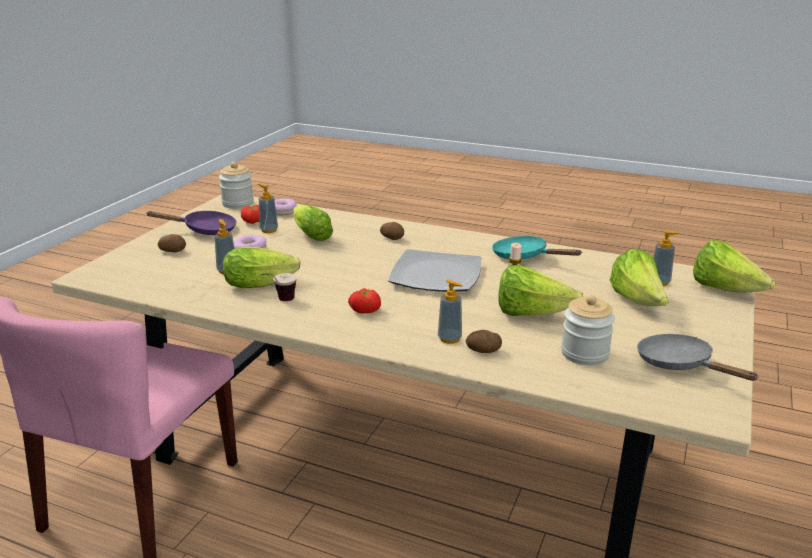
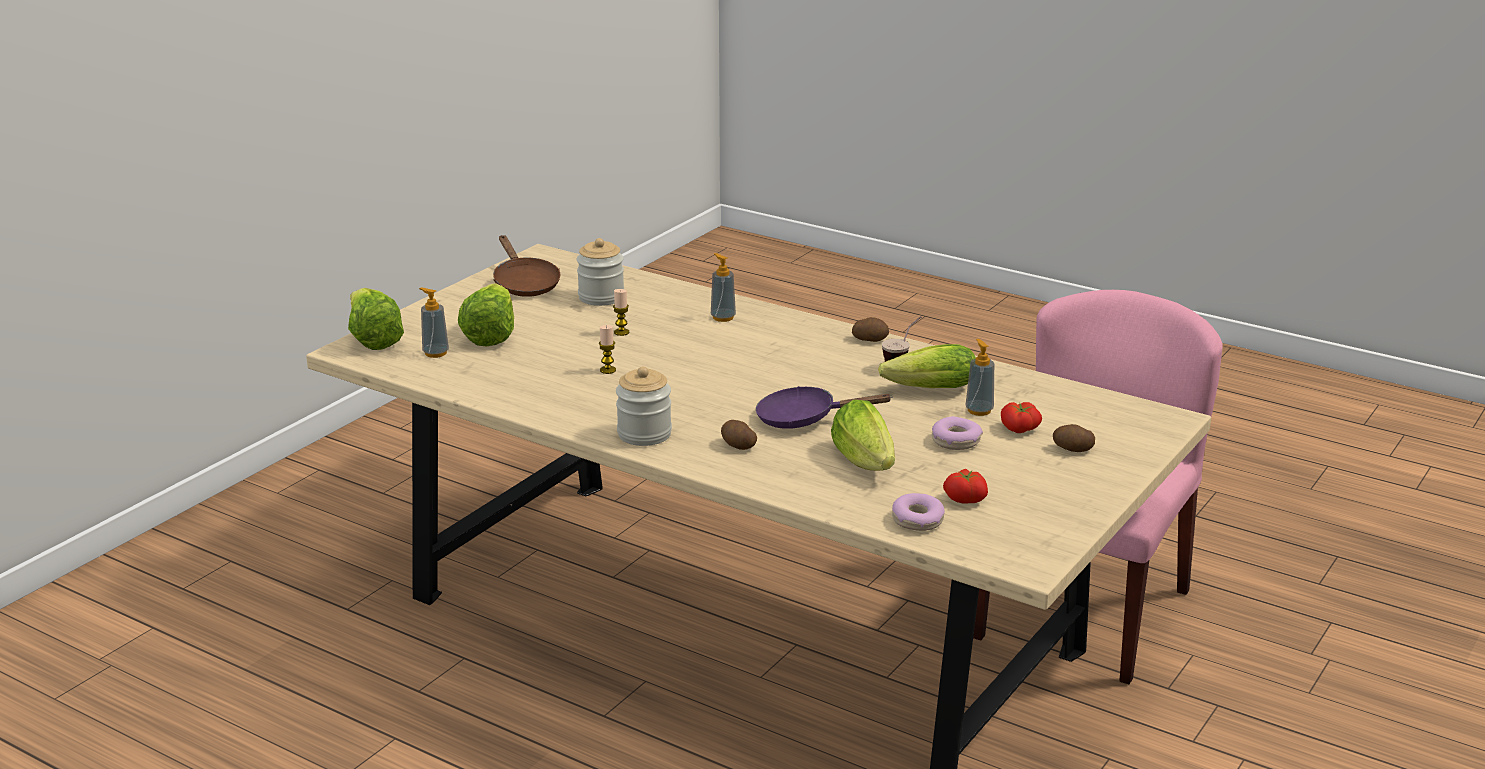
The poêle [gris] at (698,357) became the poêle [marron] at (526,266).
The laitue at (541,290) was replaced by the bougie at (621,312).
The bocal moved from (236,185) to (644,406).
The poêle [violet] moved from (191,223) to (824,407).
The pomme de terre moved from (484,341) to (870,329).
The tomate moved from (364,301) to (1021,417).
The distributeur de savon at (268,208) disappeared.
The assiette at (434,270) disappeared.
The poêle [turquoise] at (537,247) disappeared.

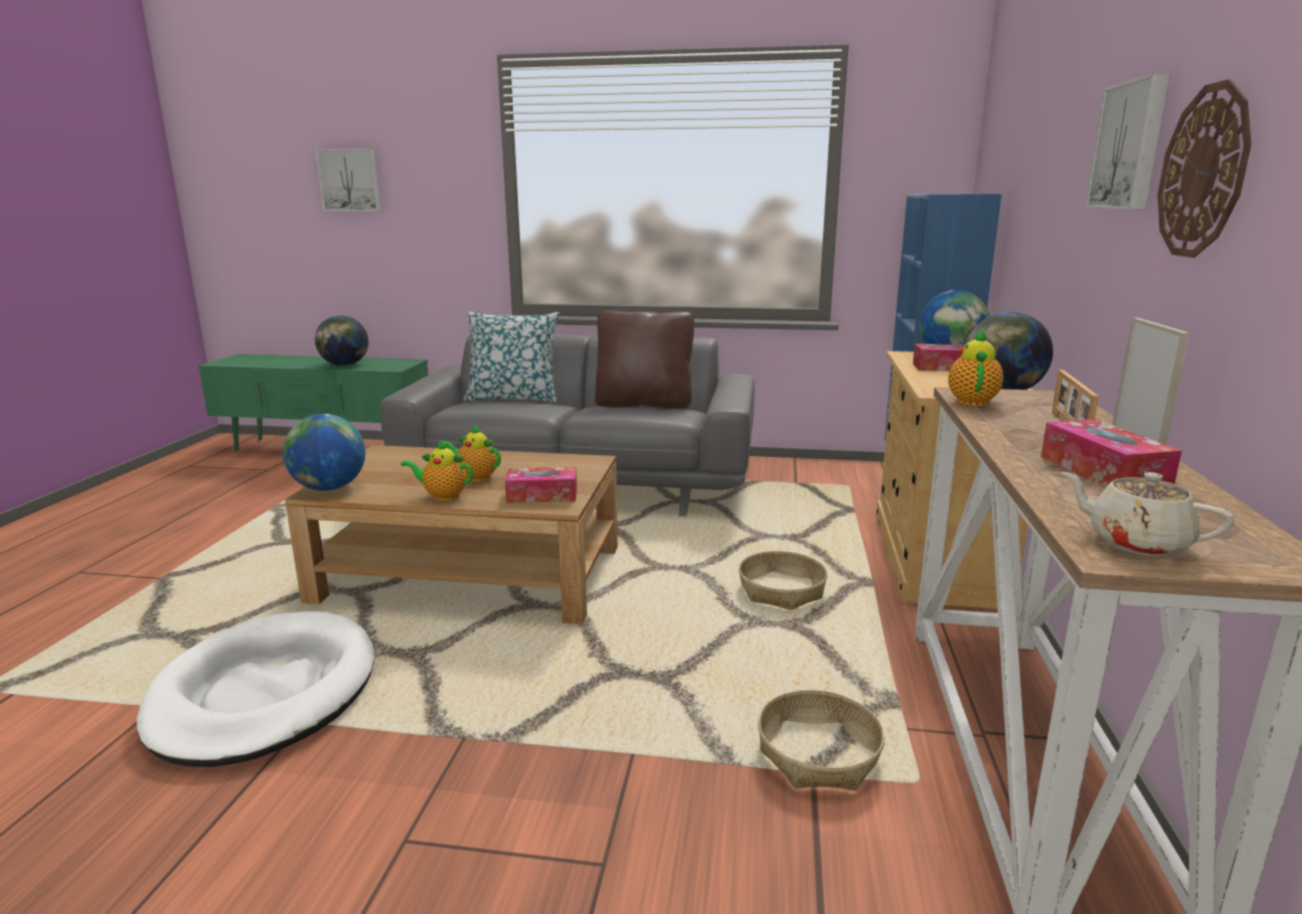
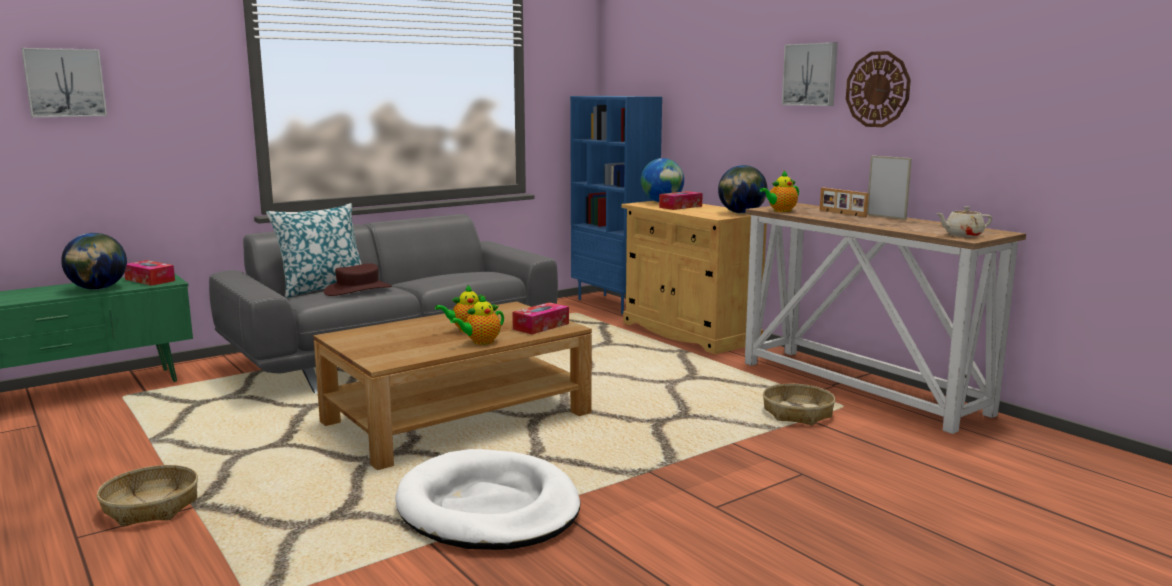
The panier moved from (783,580) to (147,496).
The boîte à mouchoirs moved from (1111,453) to (149,273).
The chapeau [marron] at (358,279) appeared.
The théière at (976,367) turned 90 degrees counterclockwise.
The globe at (324,452) disappeared.
The coussin [marron] at (644,359) disappeared.

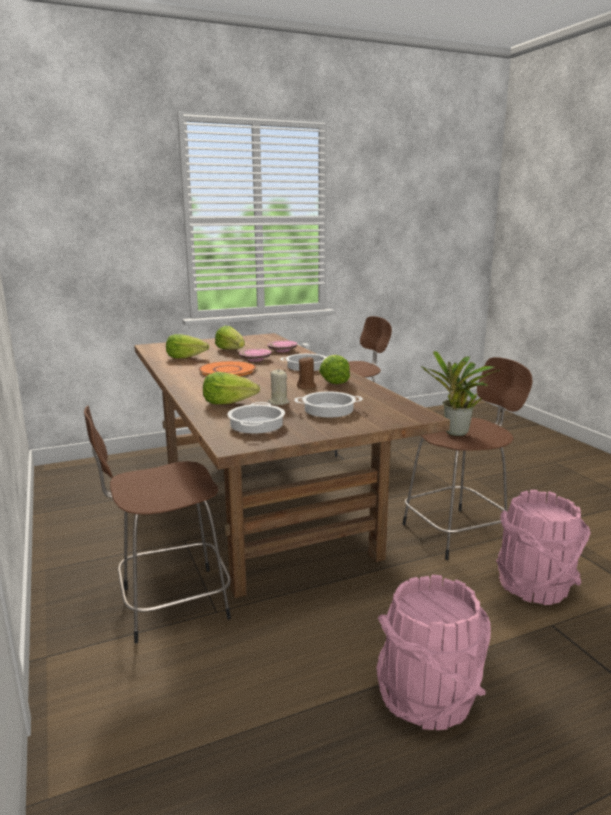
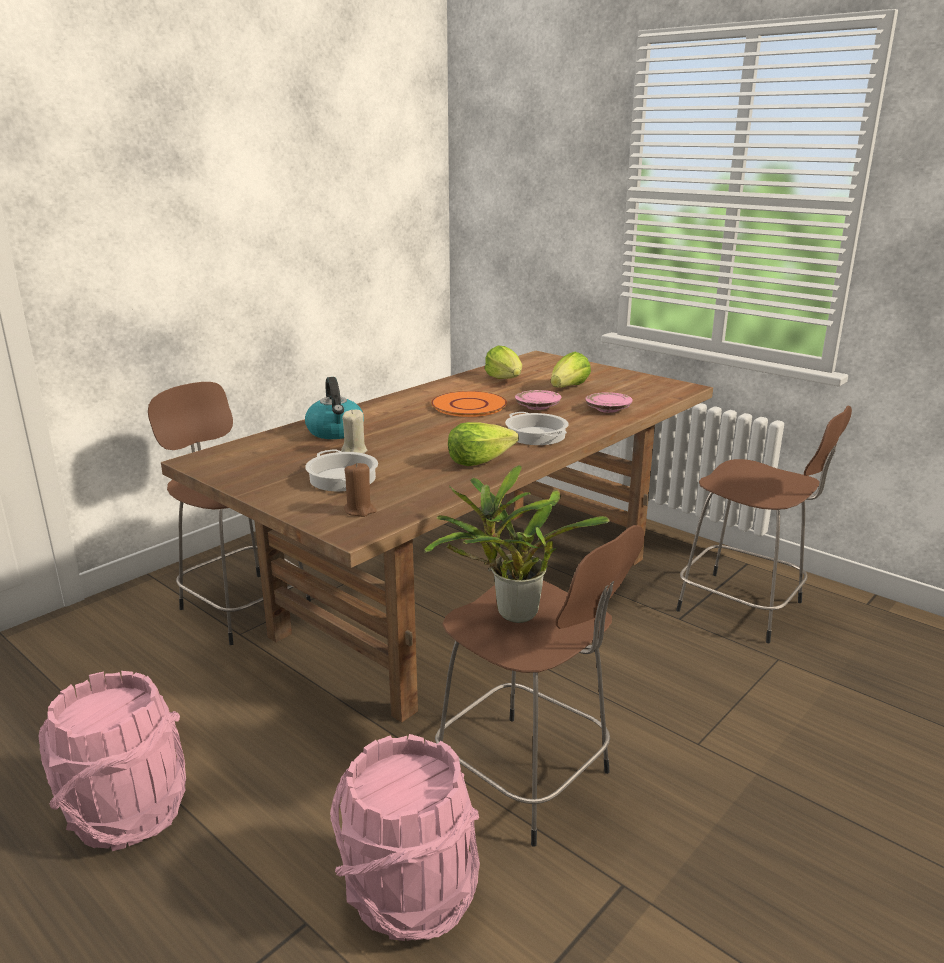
The laitue at (231,388) was replaced by the bouilloire at (334,408).
The bougie [marron] moved from (306,372) to (360,489).
The marmite at (256,417) disappeared.

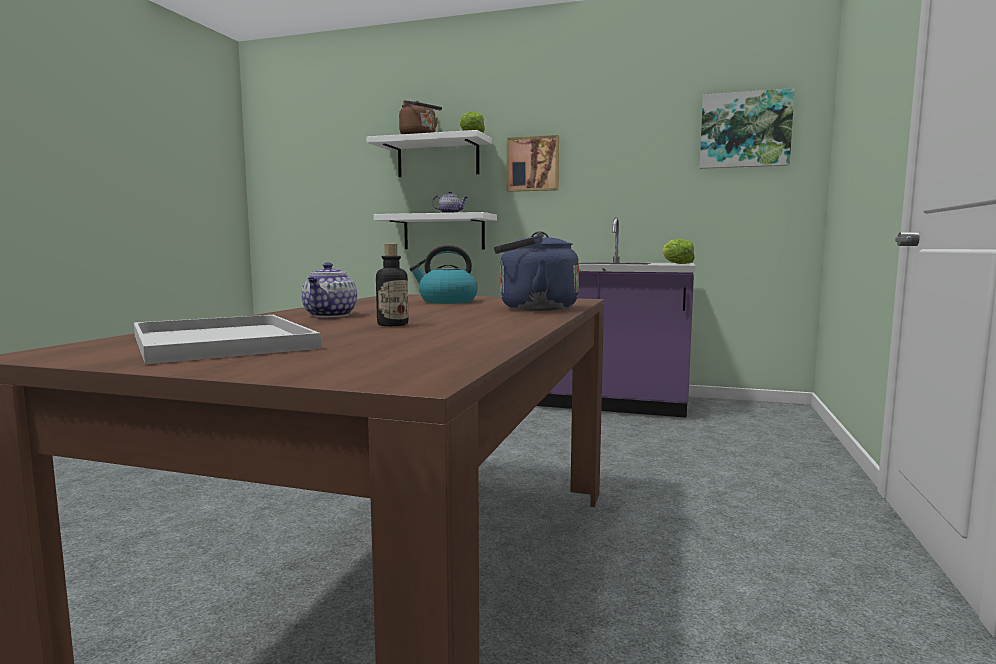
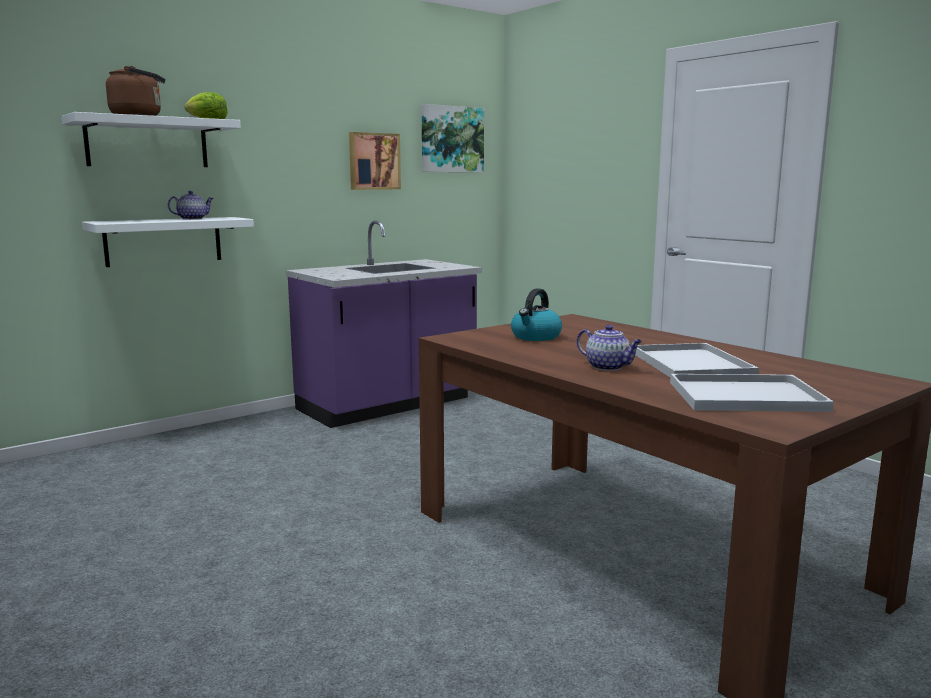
The tableau moved from (533,163) to (375,161).
The bouteille at (392,285) was replaced by the plateau [blanc] at (697,360).
The bouilloire [bleu] at (536,271) disappeared.
The laitue at (679,251) disappeared.

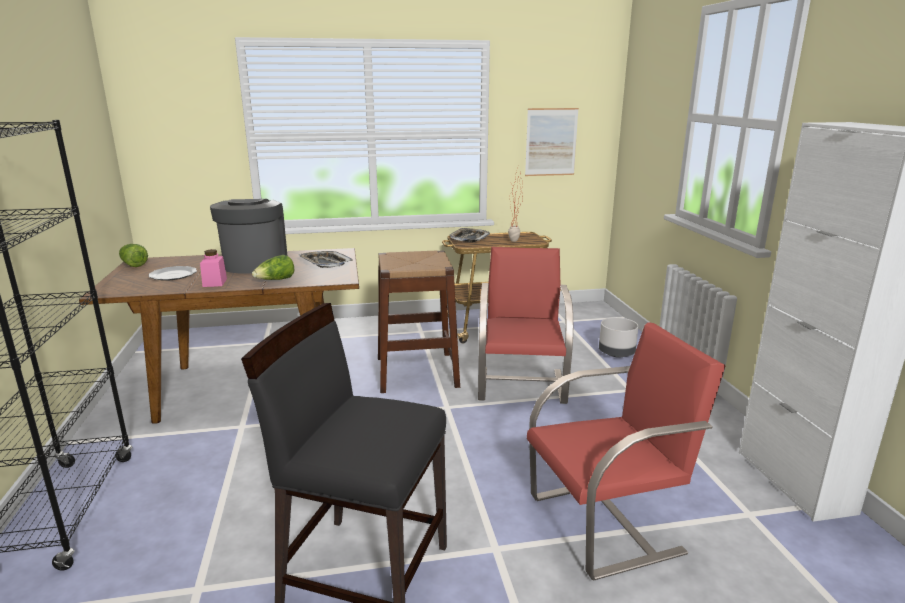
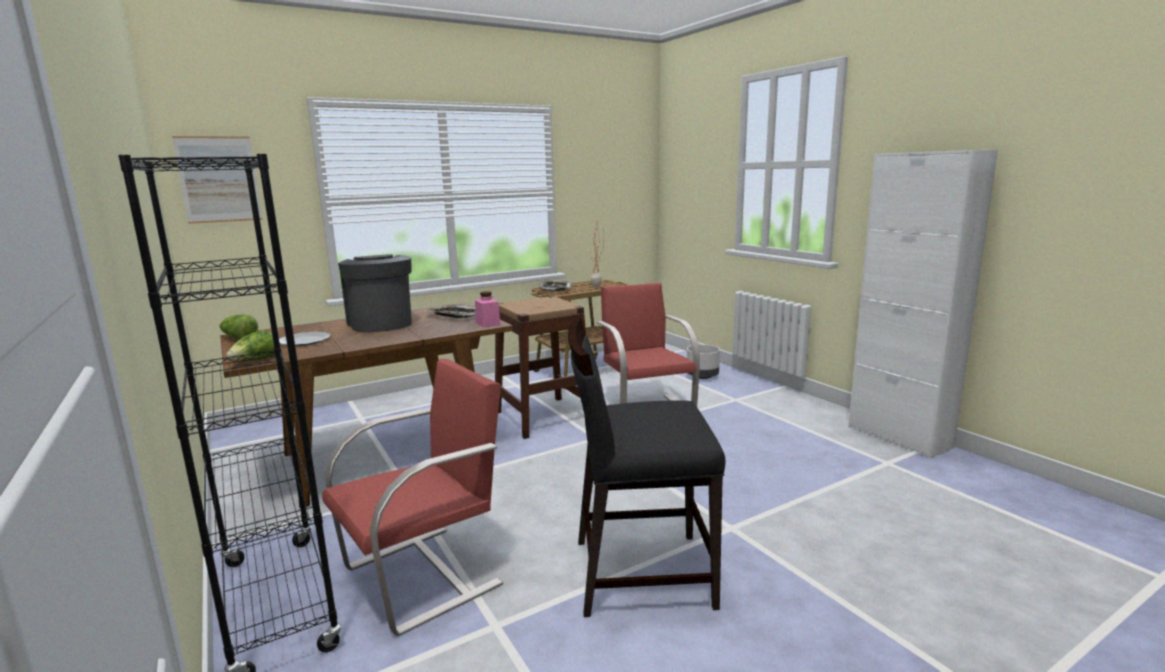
The tableau moved from (552,142) to (217,180).
The laitue moved from (273,267) to (250,345).
The chaise [rouge] moved from (626,451) to (412,497).
The bocal [rose] moved from (213,268) to (488,309).

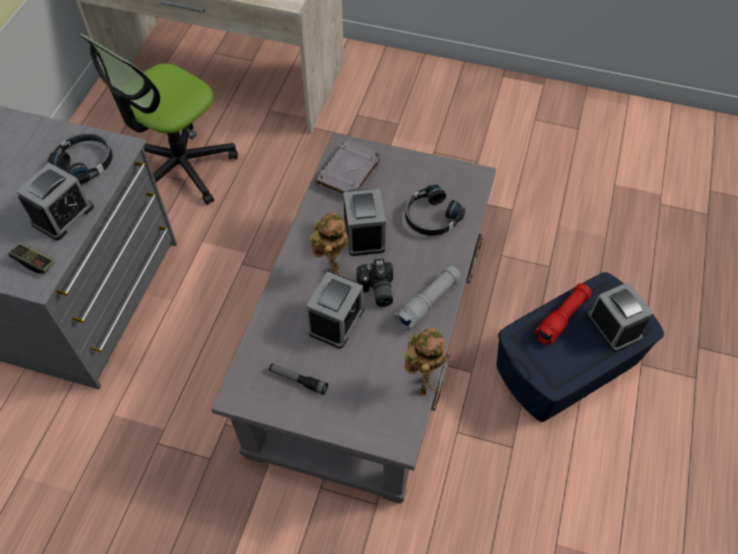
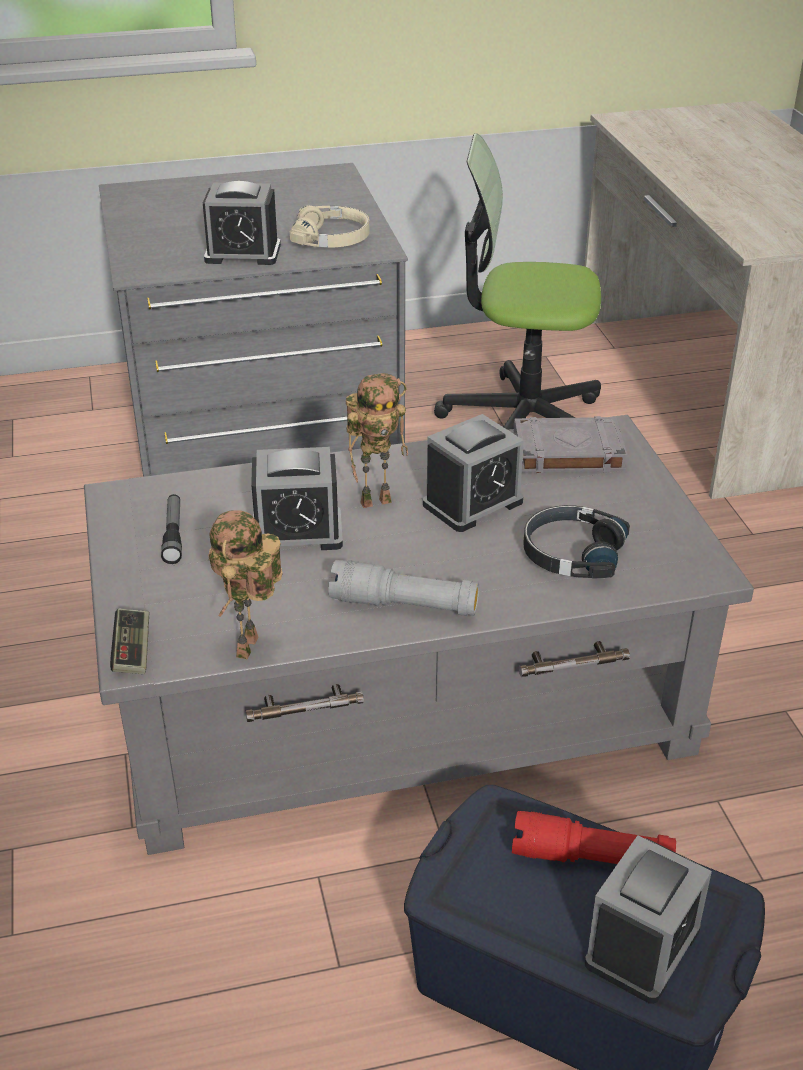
The manette moved from (31,258) to (129,641).
The robot jouet at (425,360) turned 120 degrees clockwise.
The casque audio [noir] at (80,158) became the casque audio [beige] at (329,226).
The appareil photo at (374,282) disappeared.

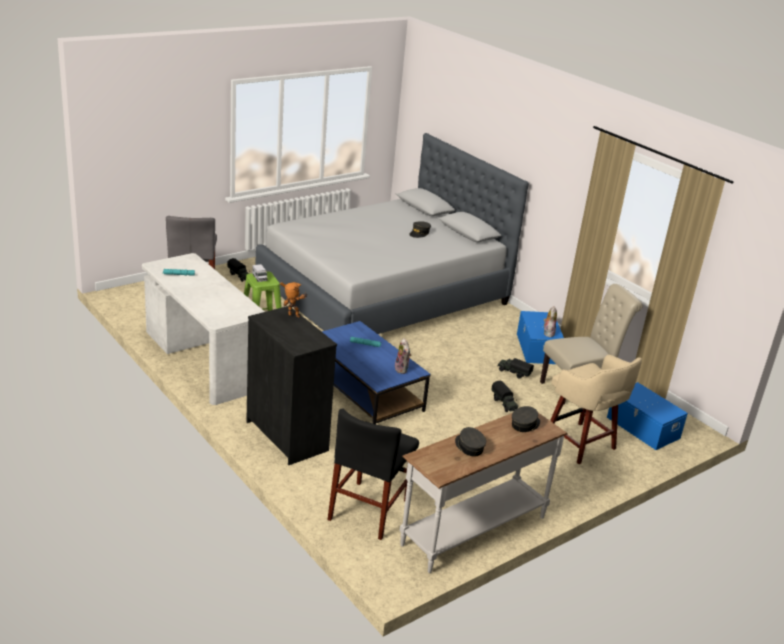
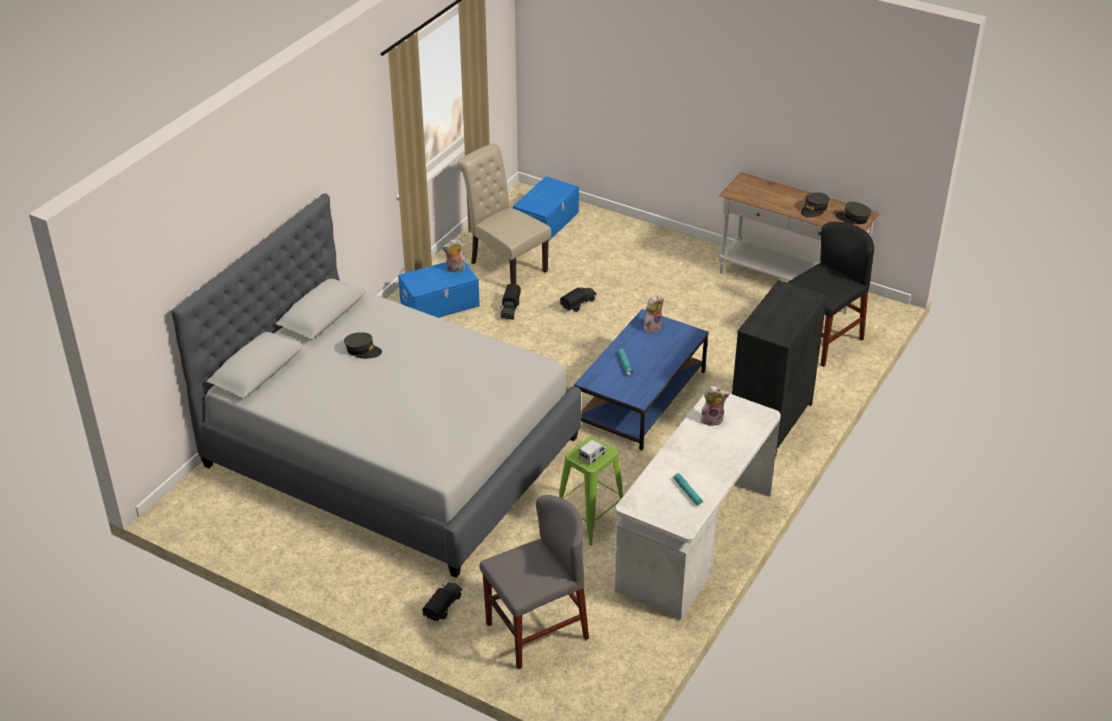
The peluche at (715,406) appeared.
The chaise [noir] at (373,474) turned 45 degrees counterclockwise.
The casquette [gris] moved from (526,419) to (853,213).
The robot jouet at (293,299) disappeared.
The tabouret [beige] at (596,409) disappeared.

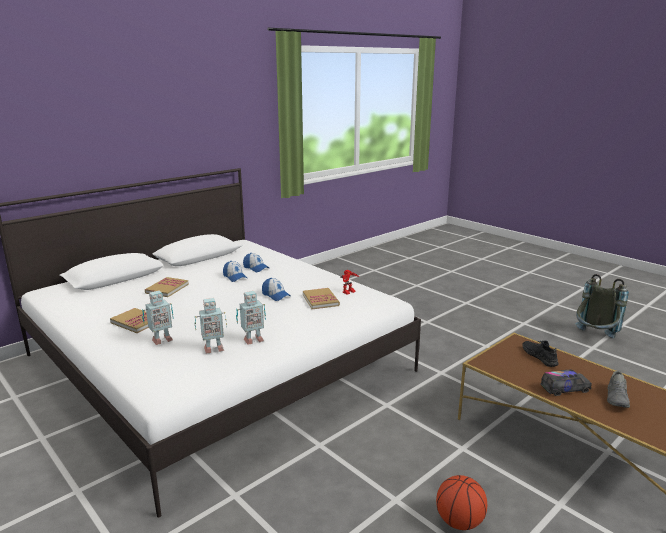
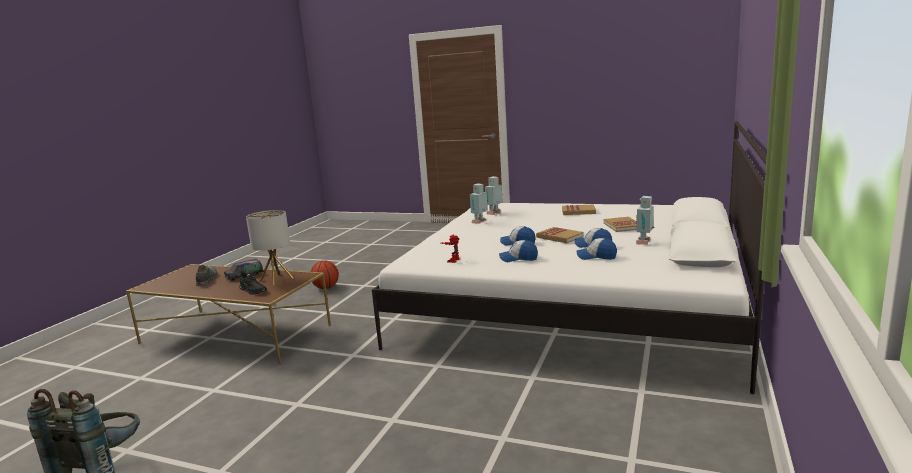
The lampe de table at (270,248) appeared.
The casquette at (518,251) appeared.
The livre moved from (321,298) to (560,235).
The robot jouet moved from (158,318) to (644,220).

